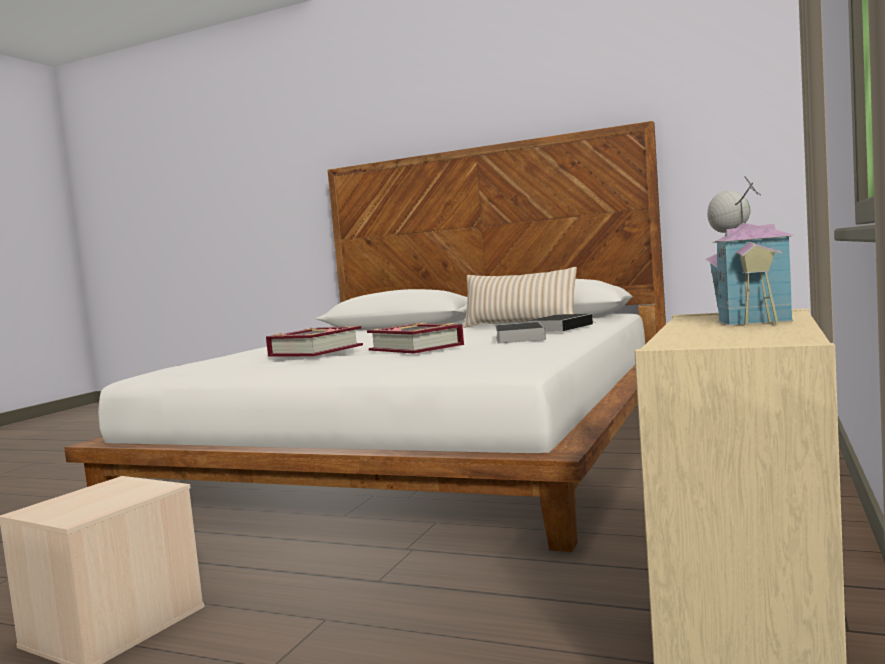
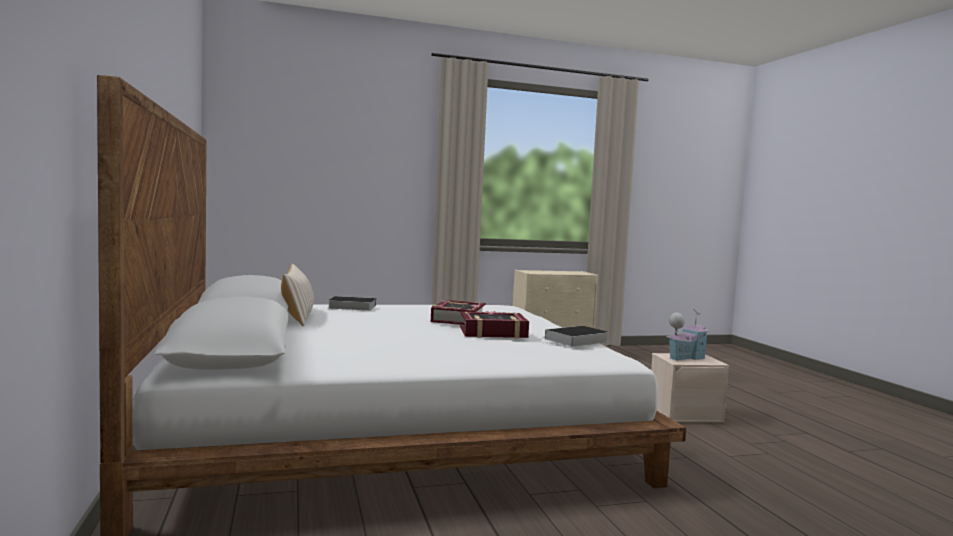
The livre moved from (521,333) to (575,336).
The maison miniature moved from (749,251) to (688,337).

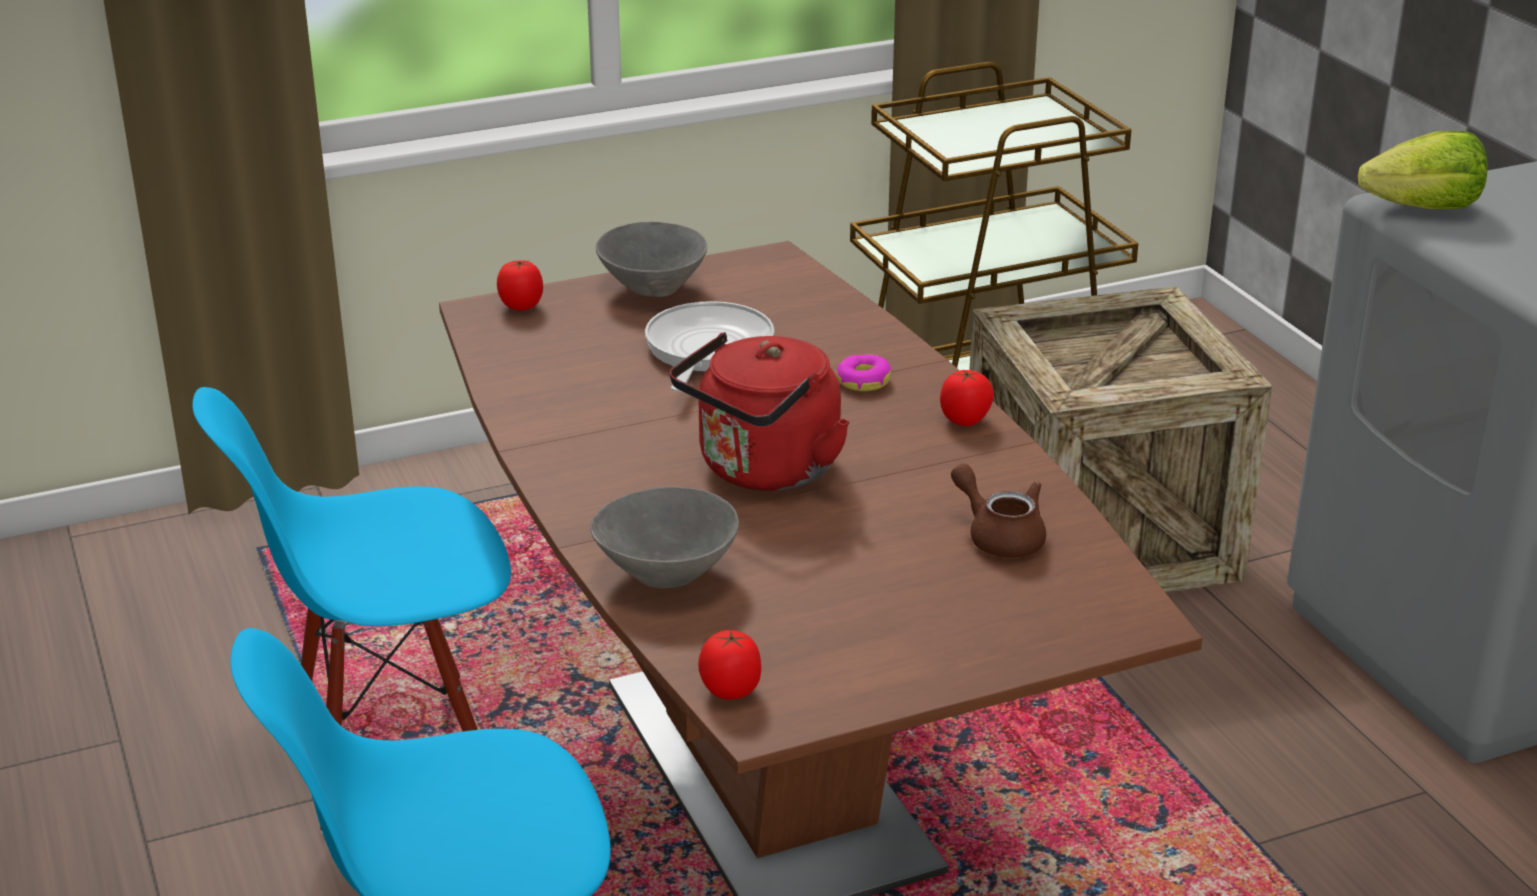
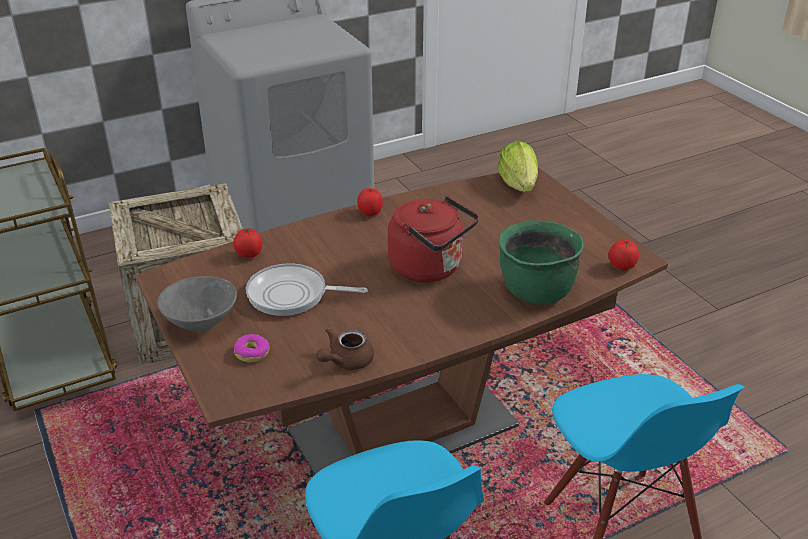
The tomate moved from (520,285) to (247,243).
The beignet moved from (864,372) to (252,348).
The théière [marron] moved from (998,511) to (345,349).
The laitue moved from (1423,170) to (518,166).
The bol [gris] at (664,537) was replaced by the marmite [vert] at (541,263).

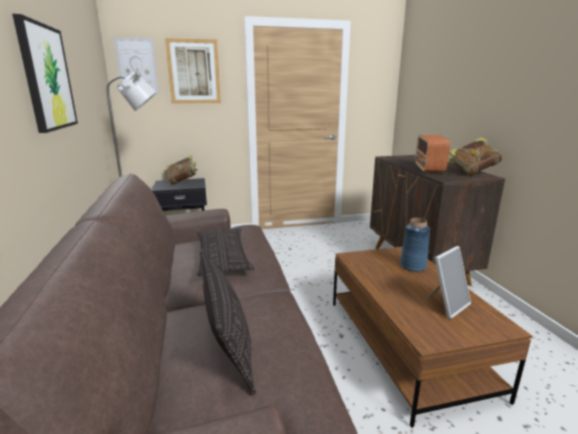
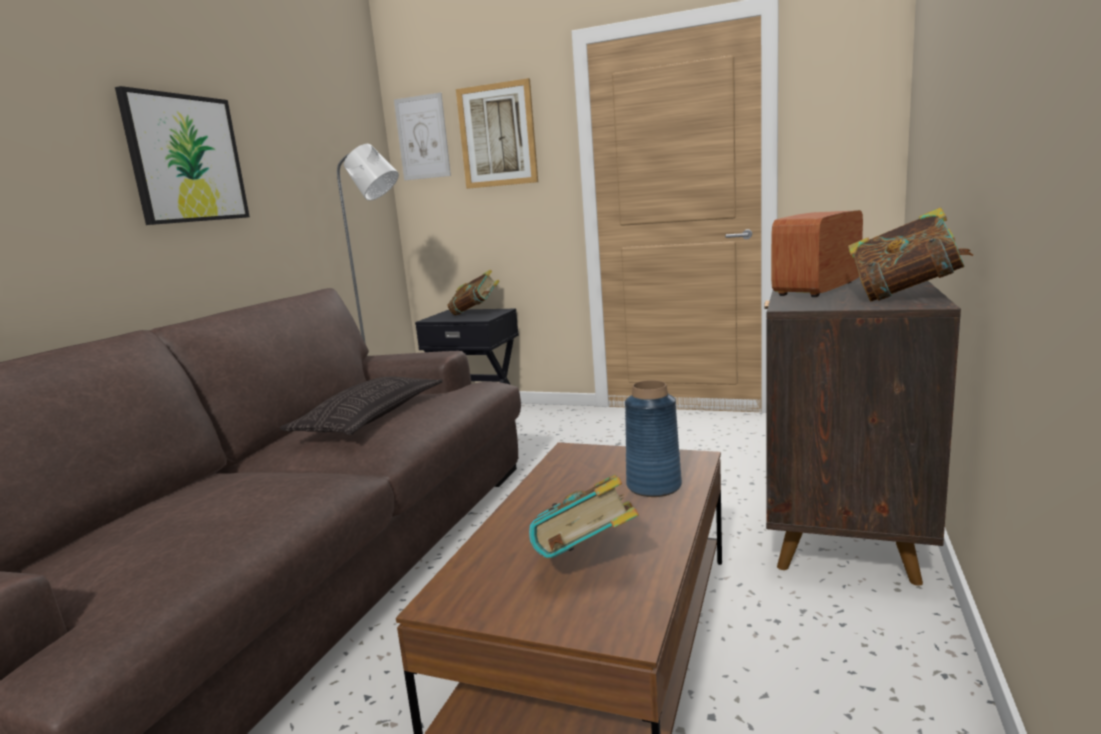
The cadre photo at (448,282) was replaced by the livre at (584,516).
The coussin at (228,322) disappeared.

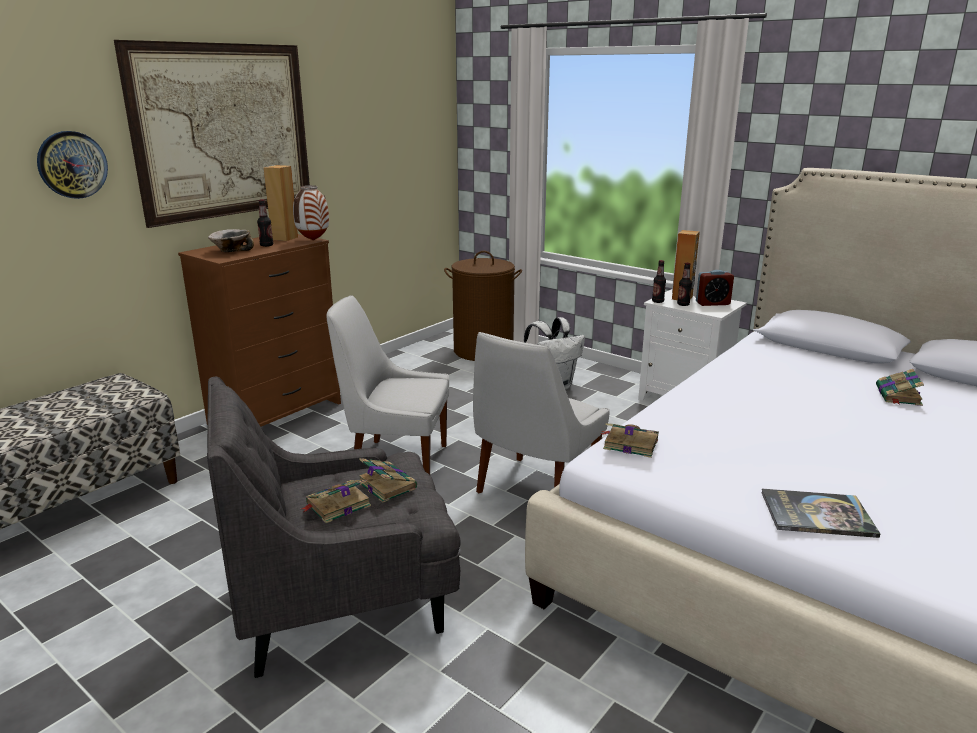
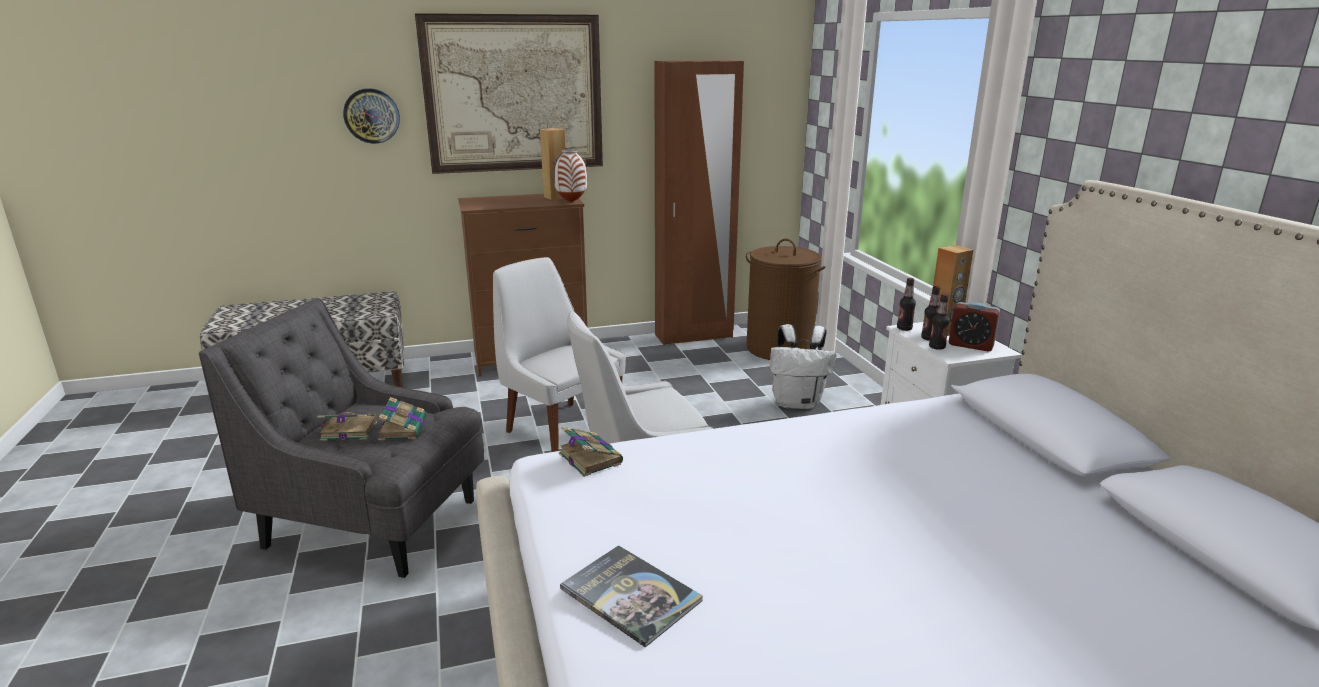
The armoire [marron] at (699,202) appeared.
The bouteille moved from (265,223) to (939,322).
The bol at (231,240) disappeared.
The livre at (900,387) disappeared.

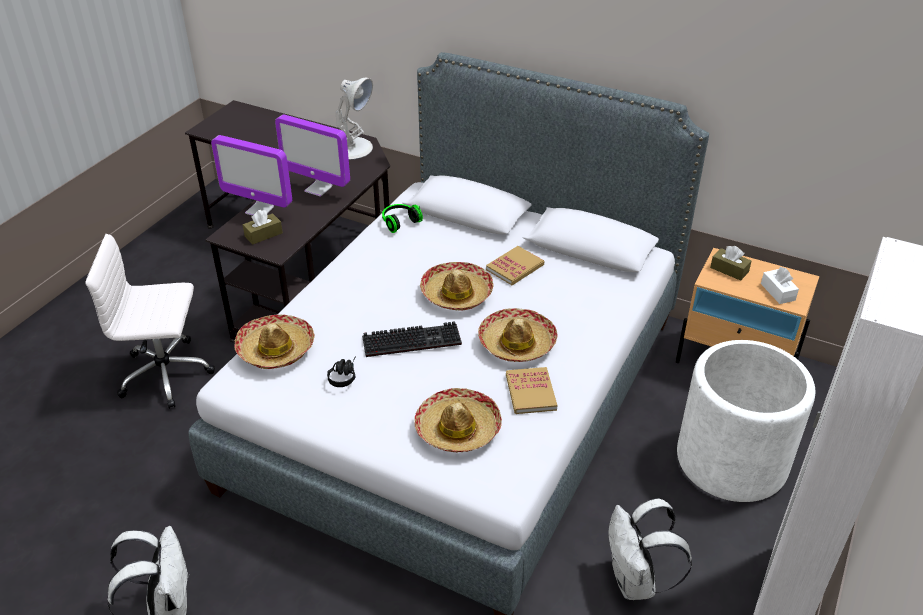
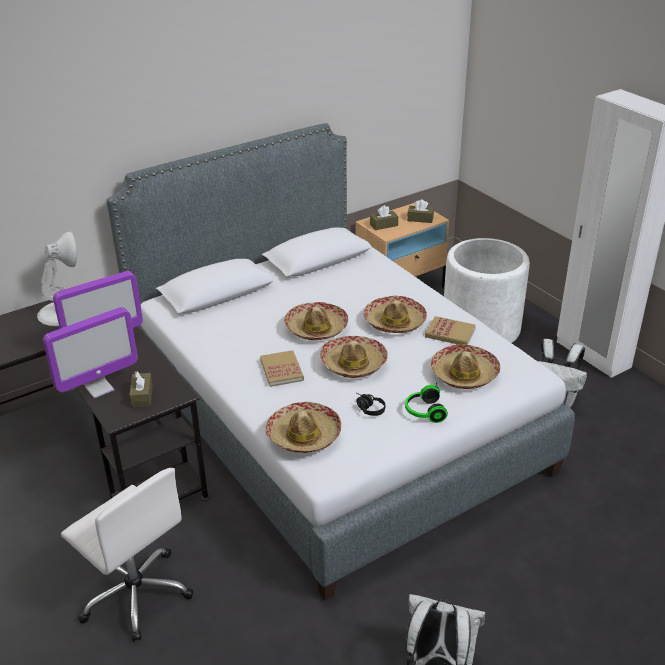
The chaise de bureau [blanc] at (150,321) turned 75 degrees counterclockwise.
The livre moved from (515,265) to (282,368).
The clavier at (412,339) was replaced by the chapeau at (354,357).
The casque audio moved from (402,218) to (426,402).
The boîte à mouchoirs [blanc] at (780,285) became the boîte à mouchoirs [marron] at (420,211).

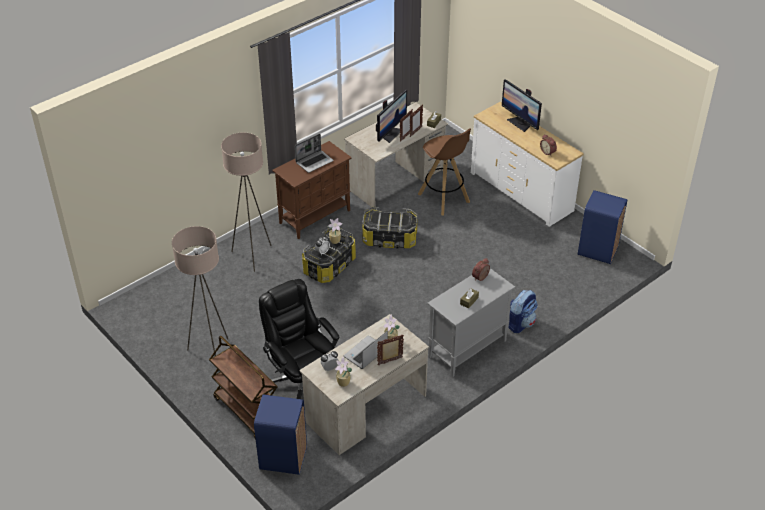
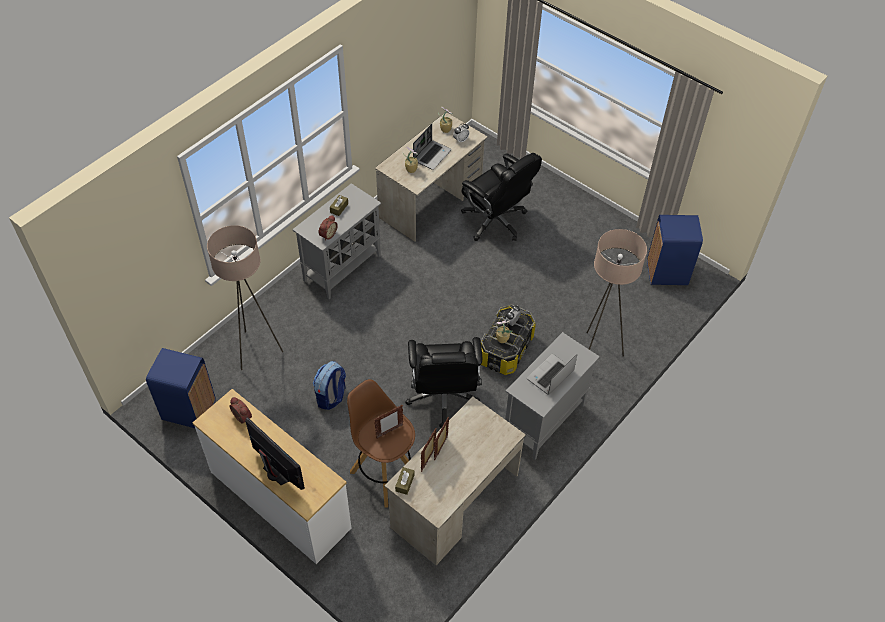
The lampadaire [beige] moved from (200,298) to (245,297).
The sac à dos moved from (523,311) to (329,385).
The cadre photo moved from (390,350) to (389,421).
The boîte de rangement at (390,228) was replaced by the chaise de bureau [noir] at (443,382).
The meuble de rangement [marron] at (312,190) became the meuble de rangement [gris] at (552,396).
The poubelle [bleu] moved from (280,435) to (675,250).
The chariot [marron] at (243,388) disappeared.
The écran d'ordinateur at (391,116) disappeared.

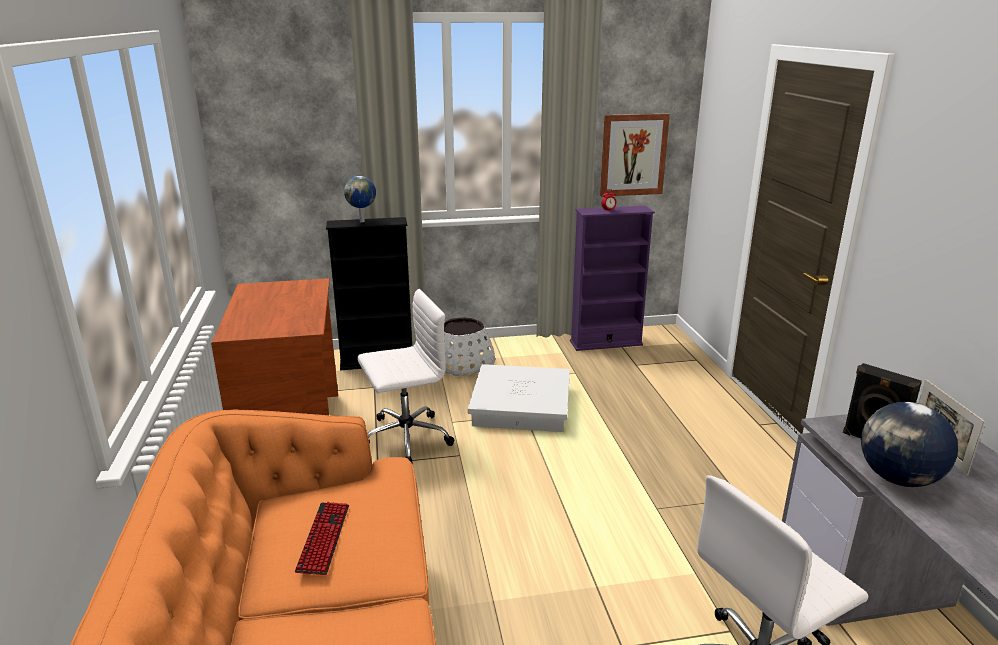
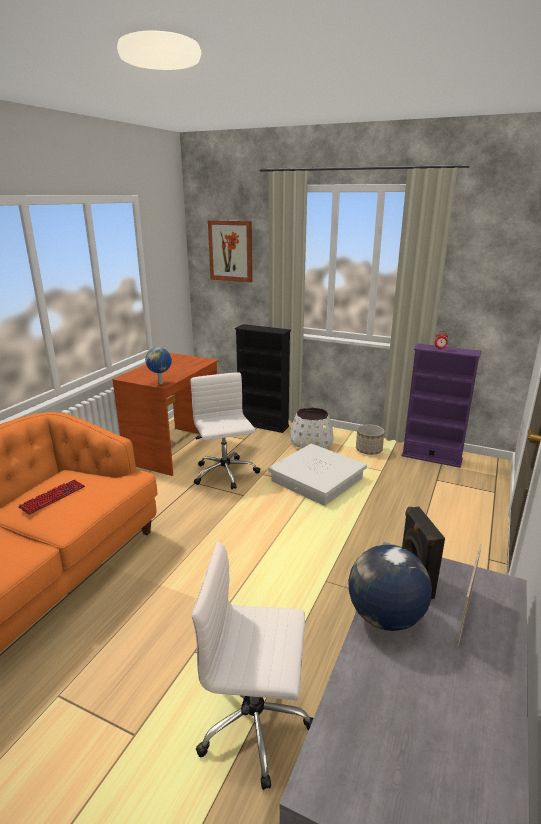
The globe moved from (360,199) to (158,365).
The chaise de bureau [blanc] at (405,376) turned 120 degrees counterclockwise.
The tableau moved from (635,155) to (230,251).
The cache-pot at (370,439) appeared.

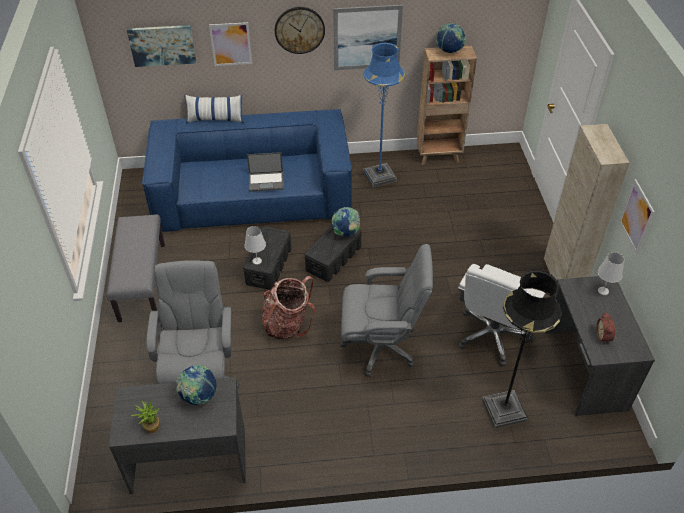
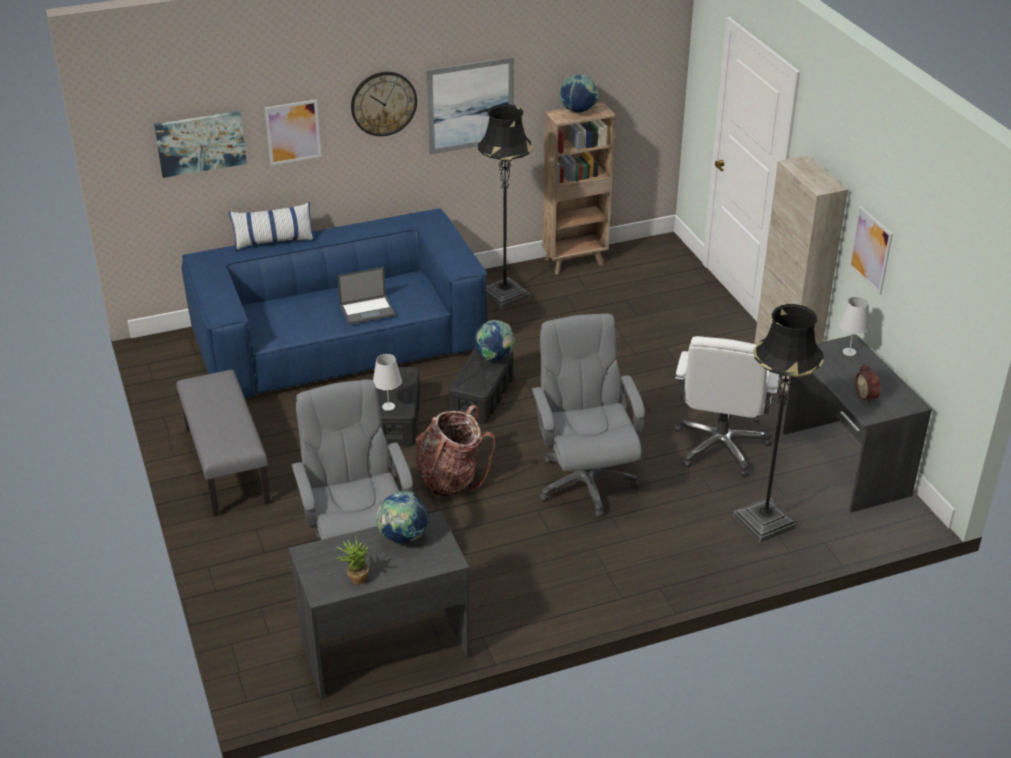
The lampadaire [bleu] at (384,115) became the lampadaire [noir] at (505,207).
The chaise de bureau [gris] at (386,310) turned 90 degrees counterclockwise.

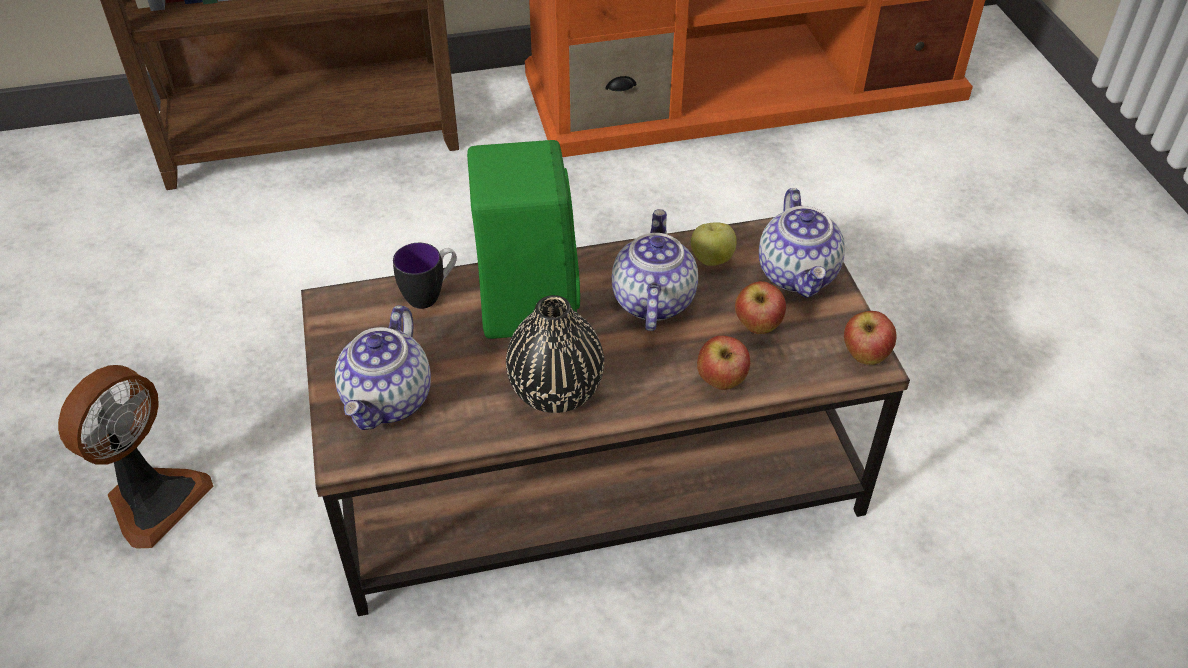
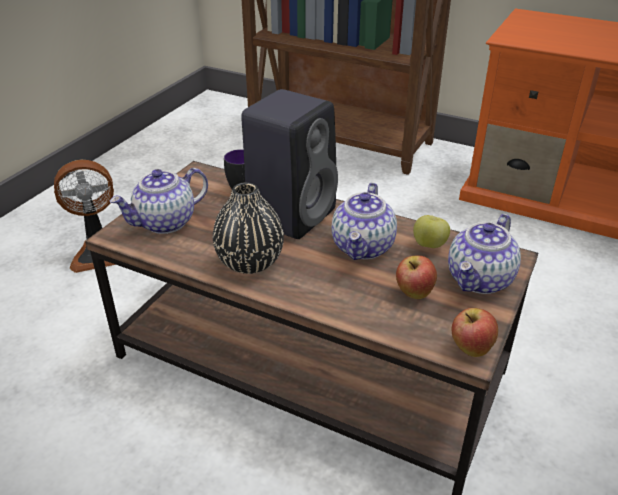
The enceinte [vert] at (523,239) became the enceinte [noir] at (289,164).
The théière at (655,270) turned 150 degrees clockwise.
The pomme at (723,362) disappeared.

